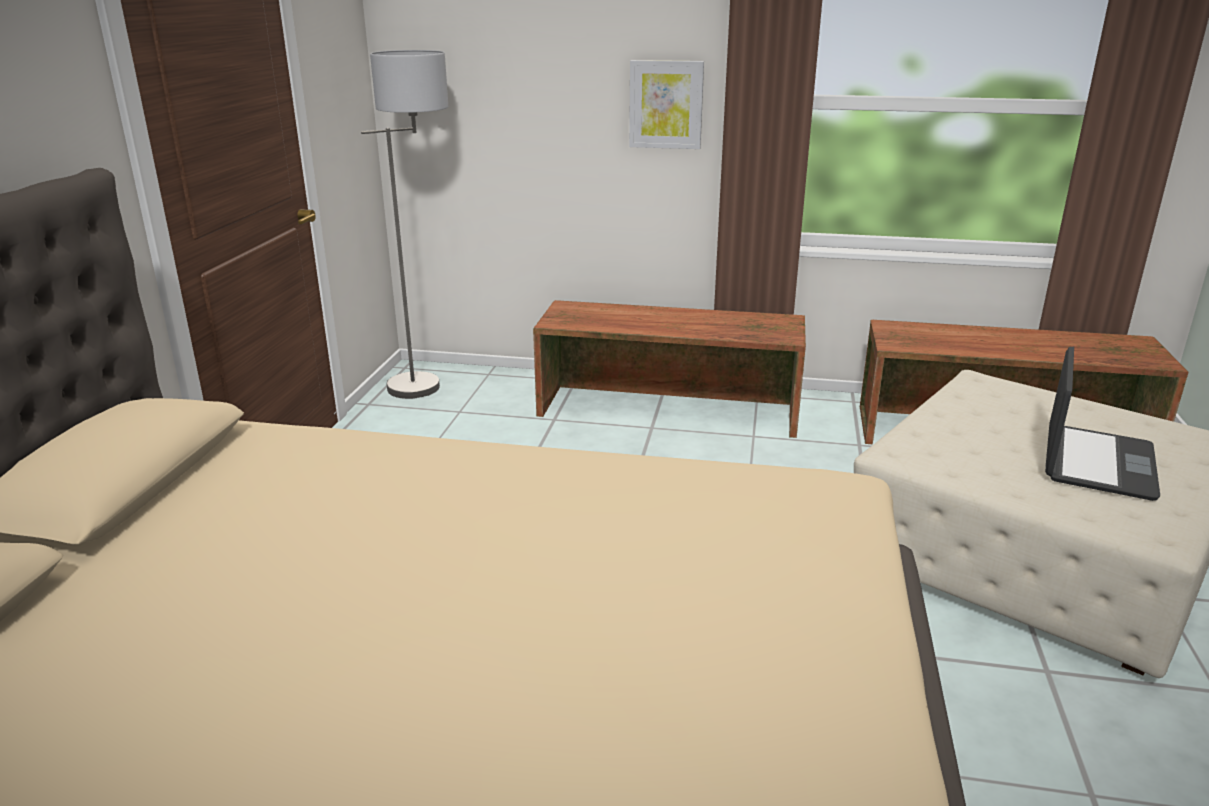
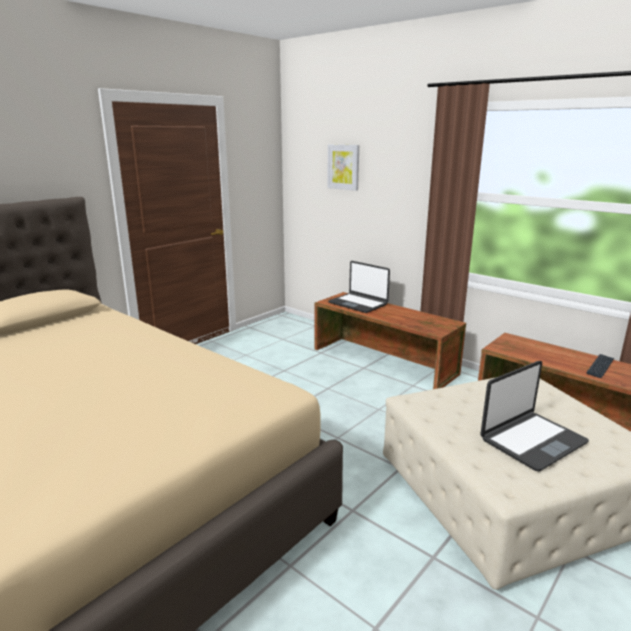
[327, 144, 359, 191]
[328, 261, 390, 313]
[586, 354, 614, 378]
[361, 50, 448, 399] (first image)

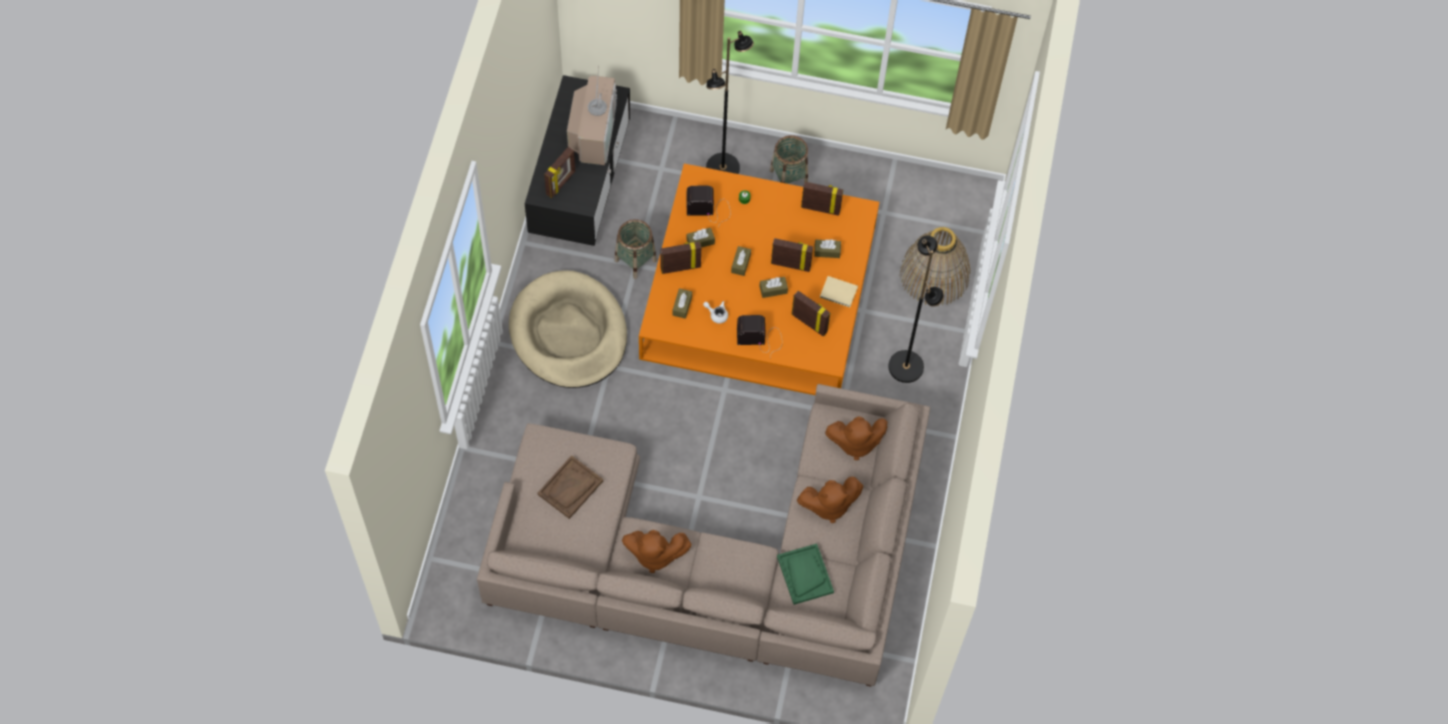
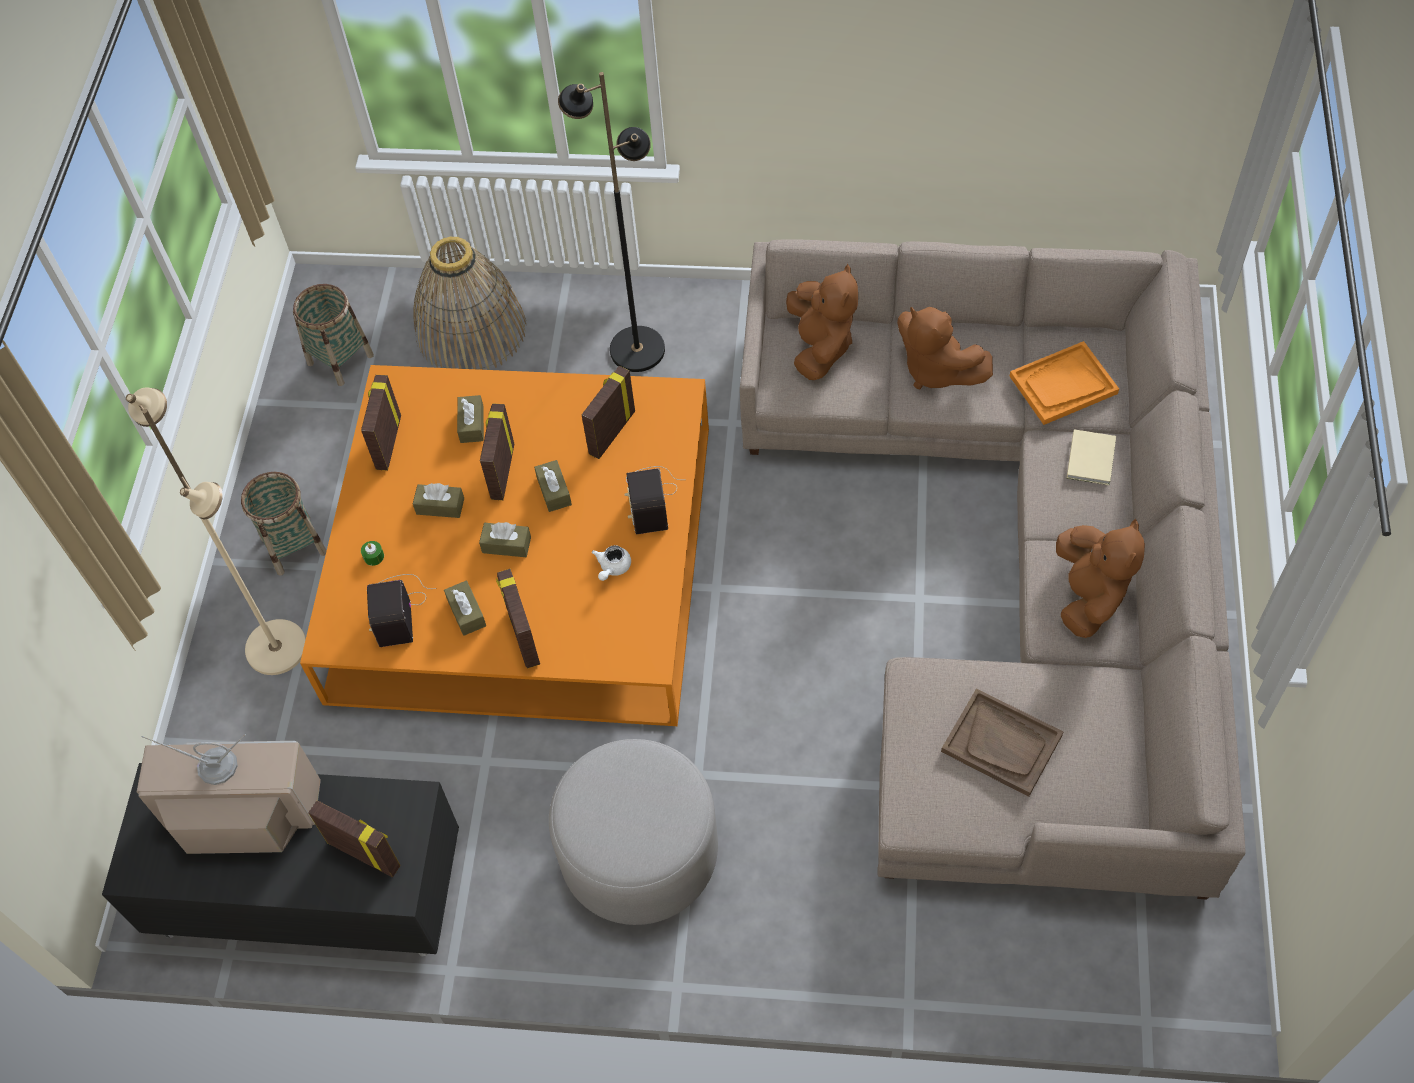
[126, 387, 306, 675]
[293, 284, 374, 386]
[413, 483, 464, 518]
[549, 739, 718, 925]
[897, 307, 993, 390]
[1009, 341, 1119, 425]
[1067, 429, 1116, 485]

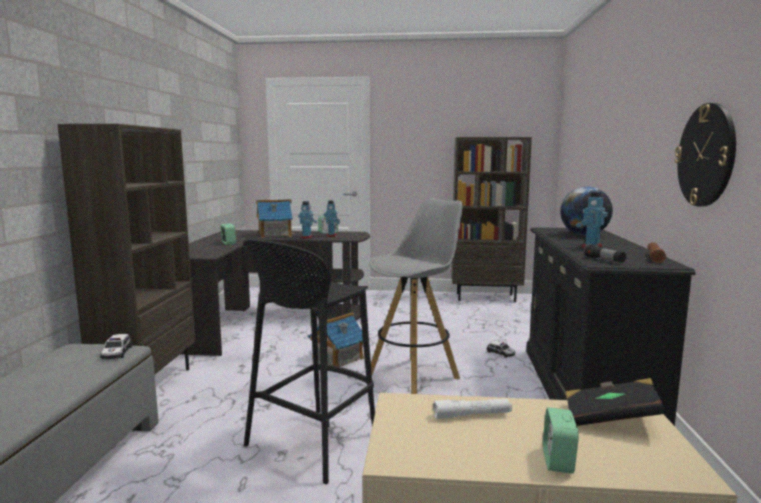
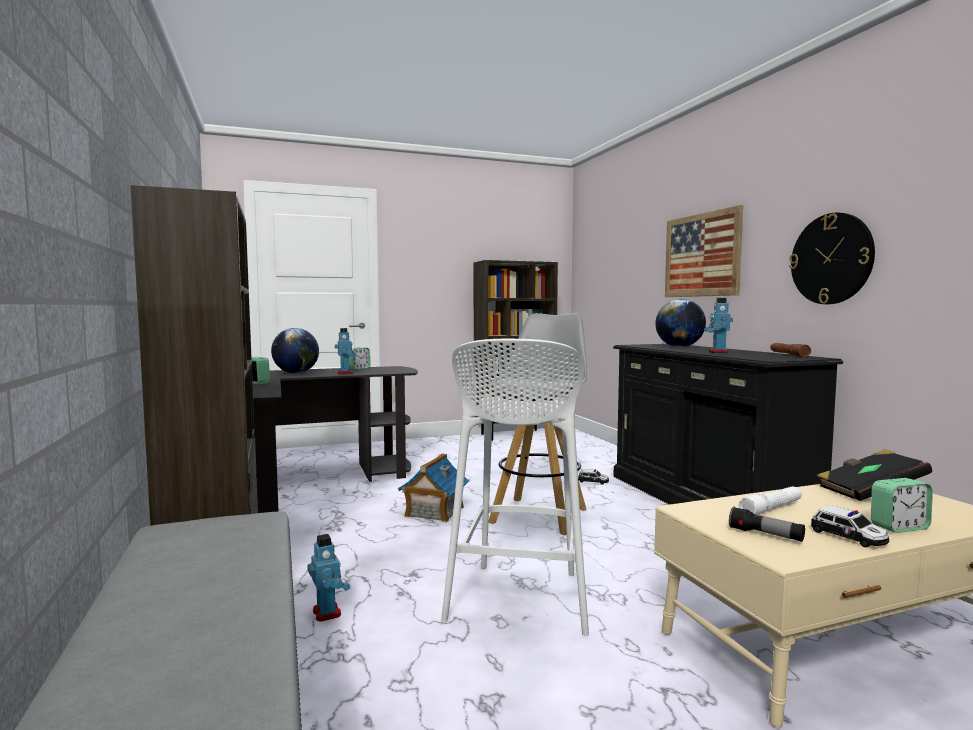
[271, 328, 319, 373]
[307, 534, 350, 622]
[441, 339, 589, 636]
[665, 205, 743, 297]
[729, 507, 805, 542]
[811, 505, 889, 547]
[871, 478, 933, 533]

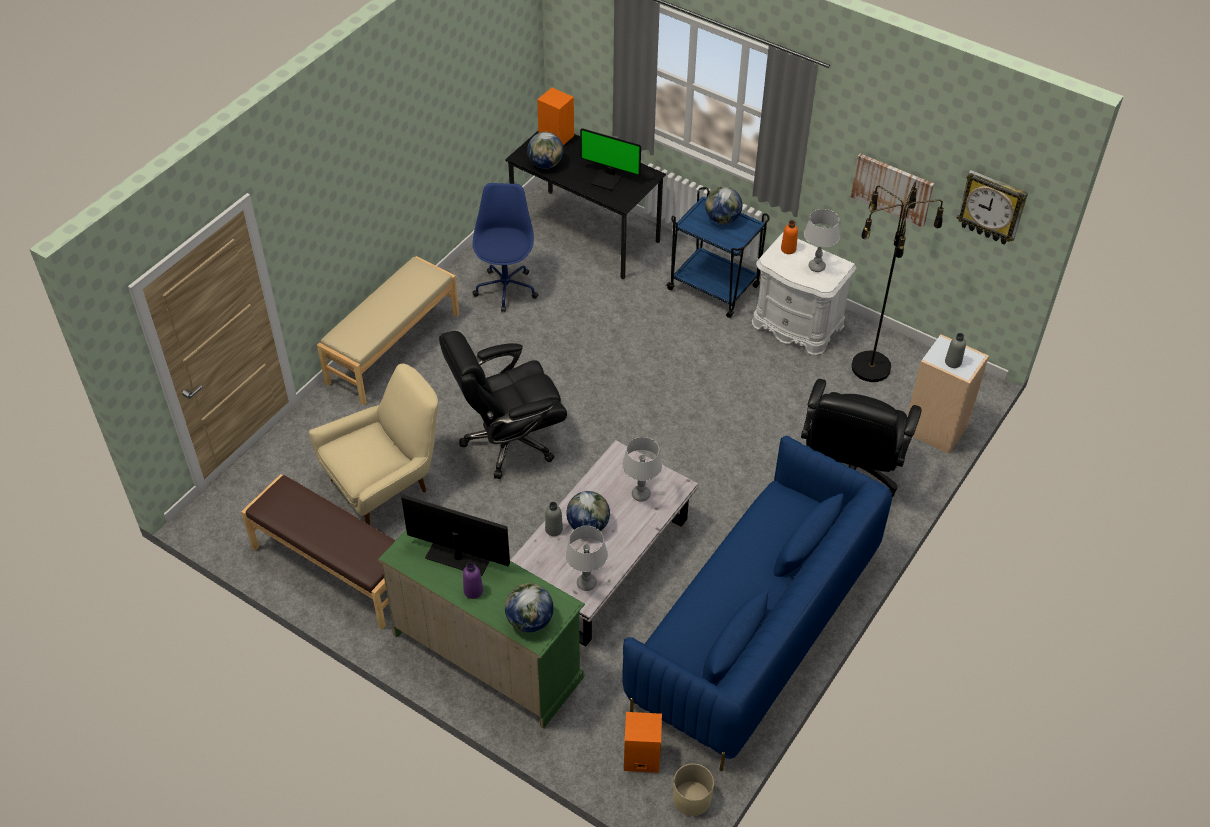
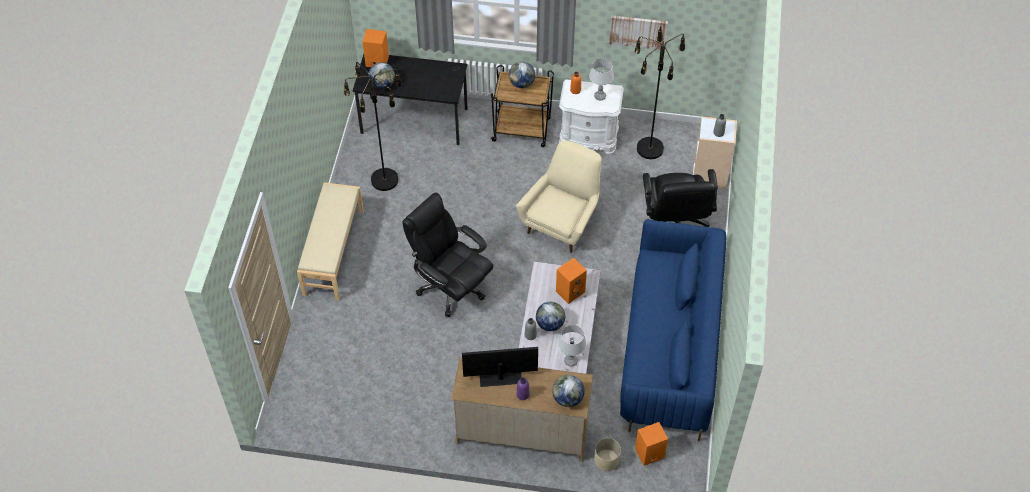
[344, 62, 402, 191]
[402, 193, 493, 317]
[451, 357, 593, 462]
[490, 65, 554, 147]
[516, 141, 602, 253]
[556, 258, 587, 304]
[594, 438, 621, 471]
[241, 474, 396, 629] (first image)
[580, 128, 641, 191] (first image)
[956, 170, 1028, 245] (first image)

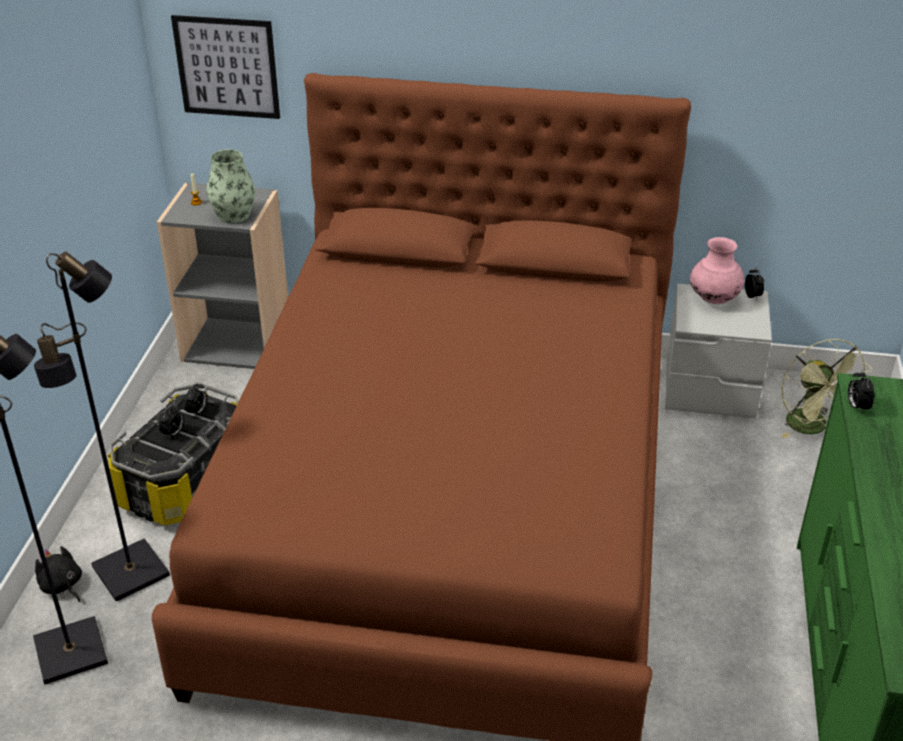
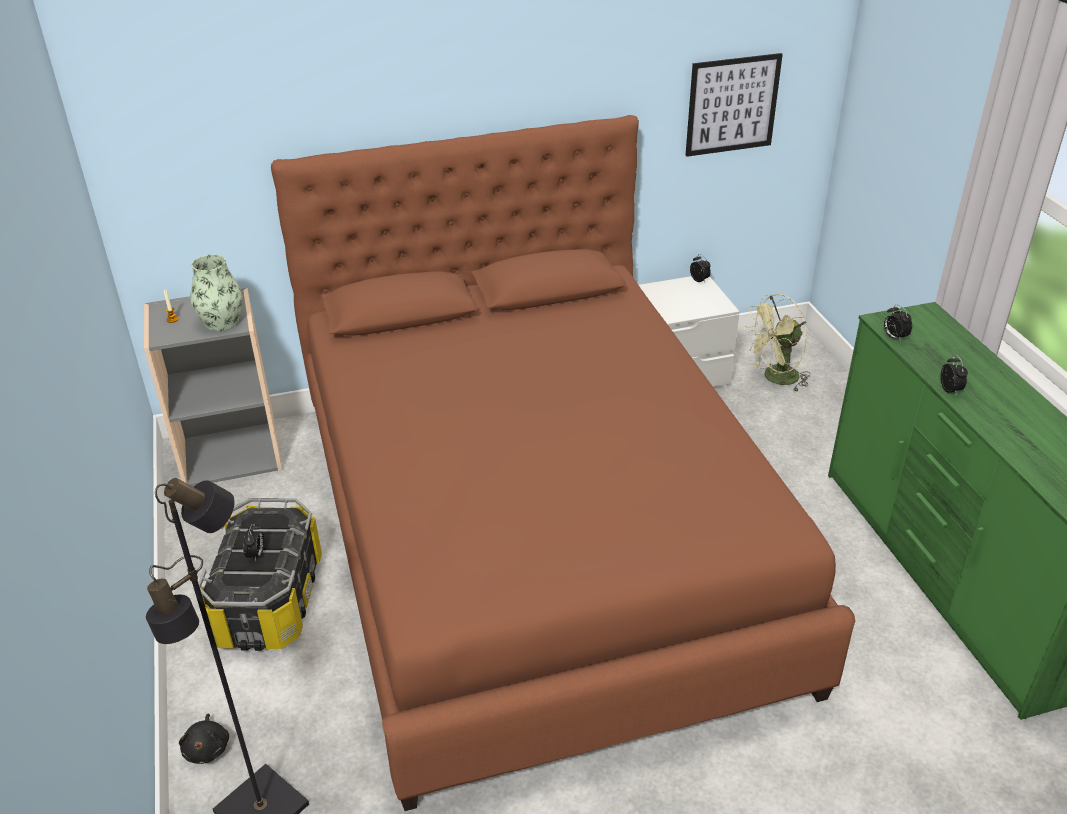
[179, 714, 229, 764]
[685, 53, 783, 157]
[744, 294, 811, 392]
[941, 355, 968, 395]
[34, 252, 170, 602] (first image)
[690, 237, 744, 304] (first image)

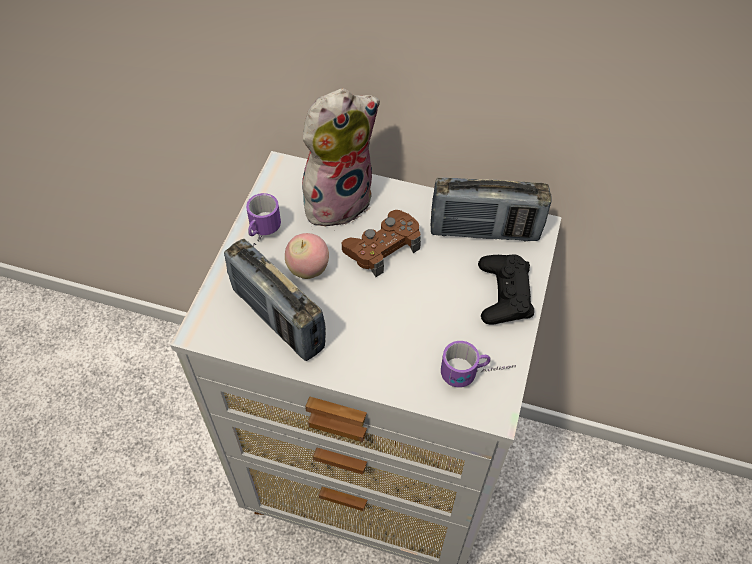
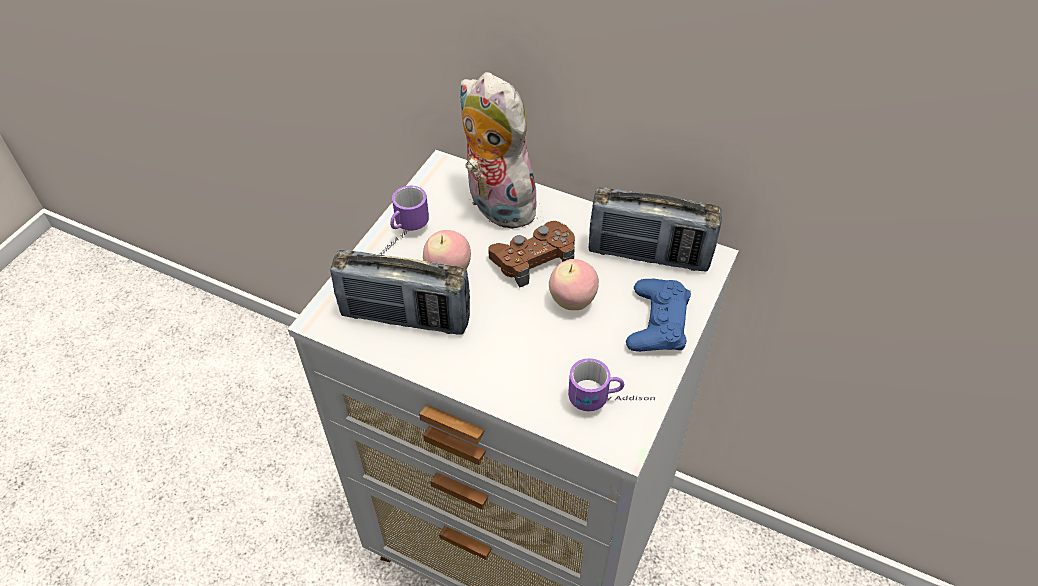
[330, 250, 470, 335]
[460, 72, 541, 229]
[549, 259, 599, 310]
[626, 279, 691, 352]

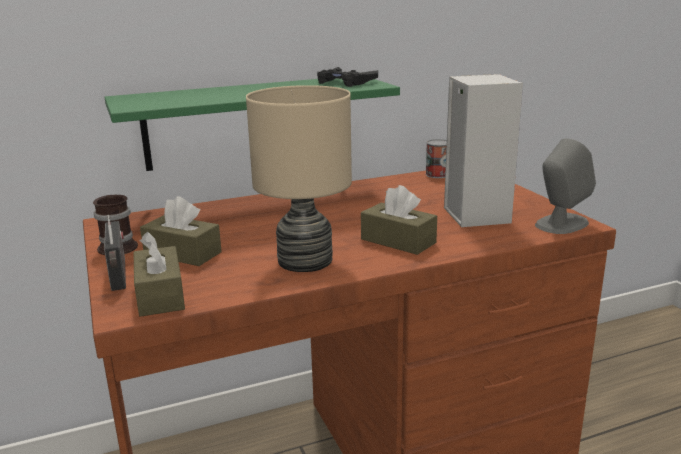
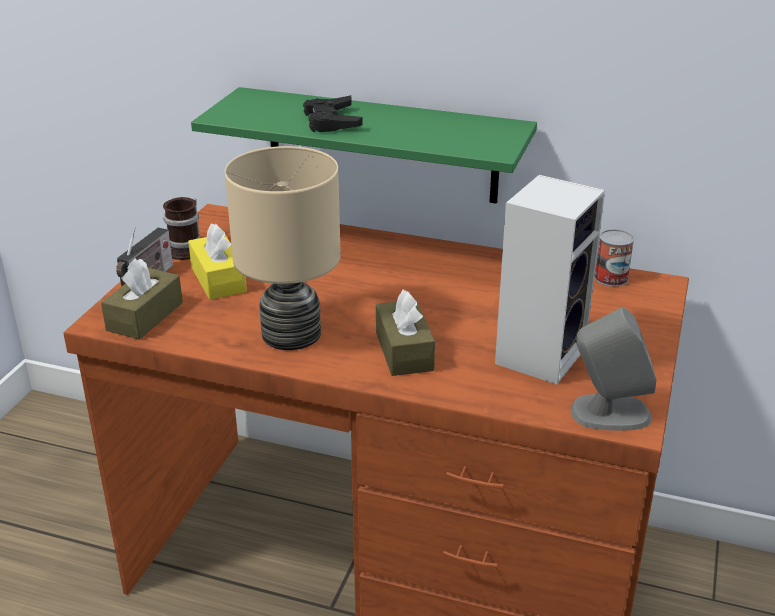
[188, 223, 247, 300]
[303, 95, 362, 132]

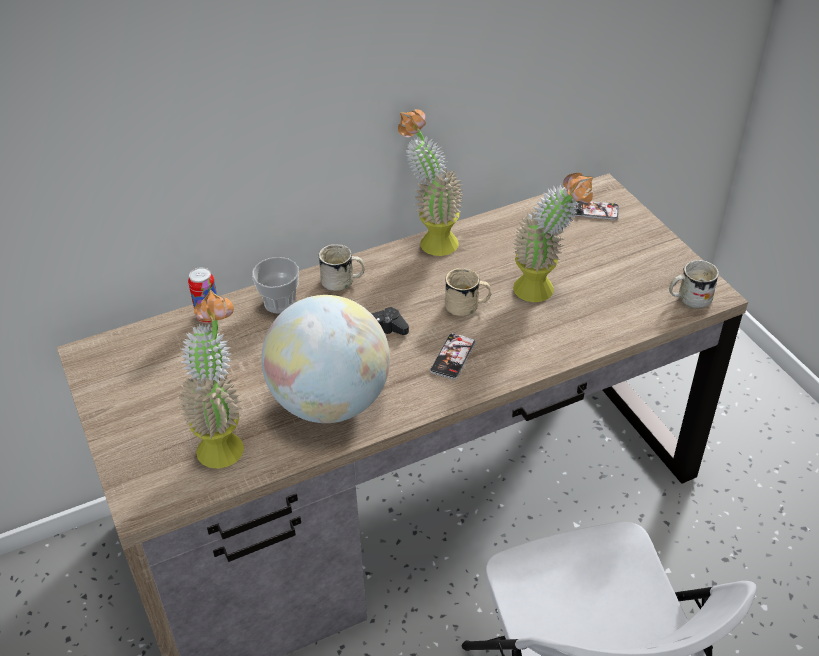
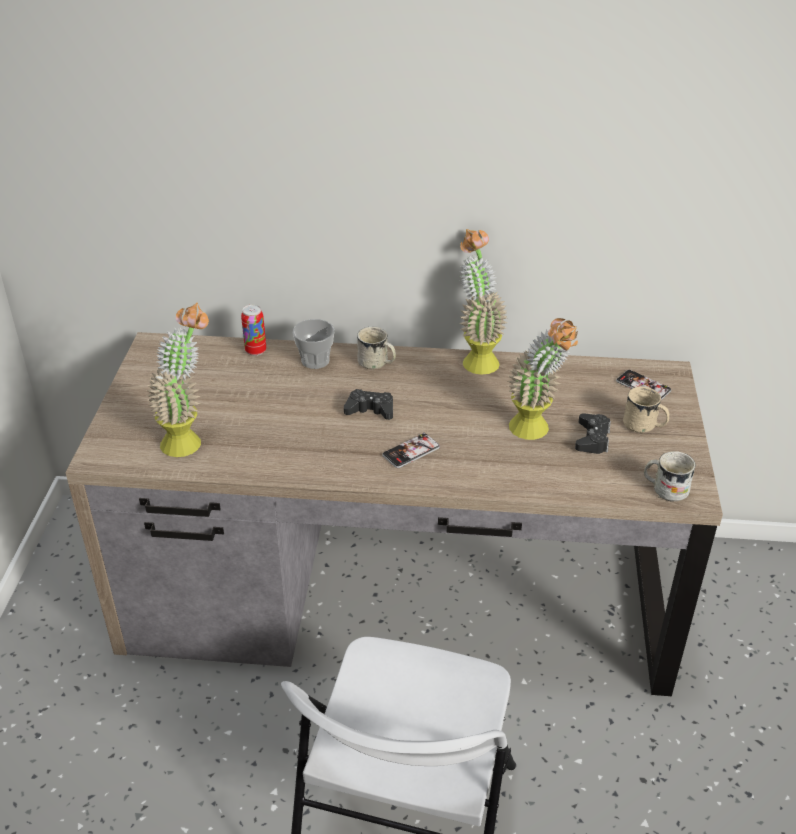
[575, 413, 611, 454]
[623, 386, 669, 433]
[262, 295, 390, 423] (first image)

